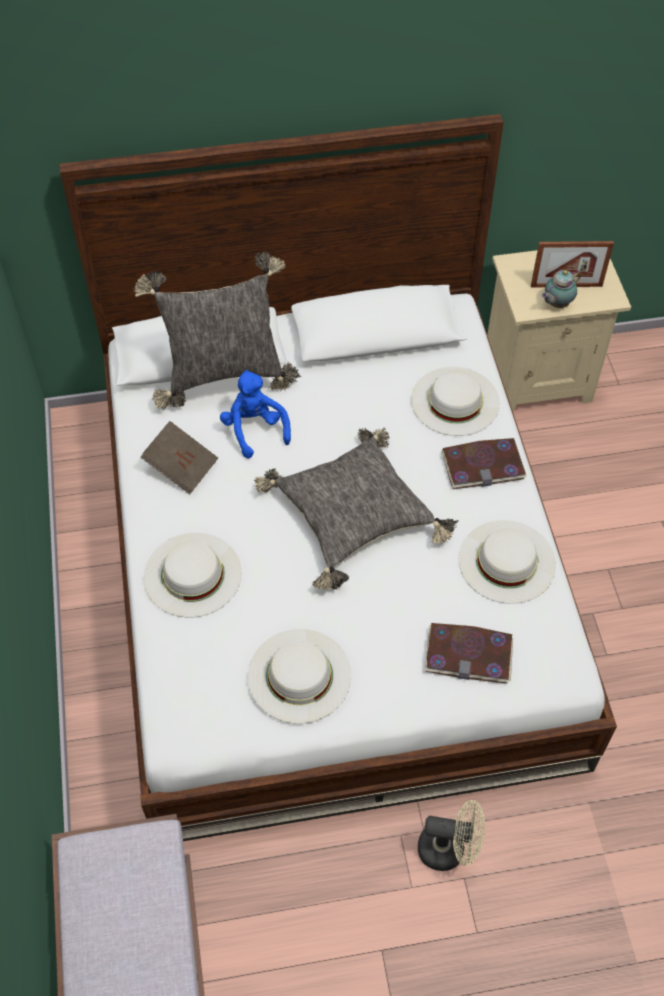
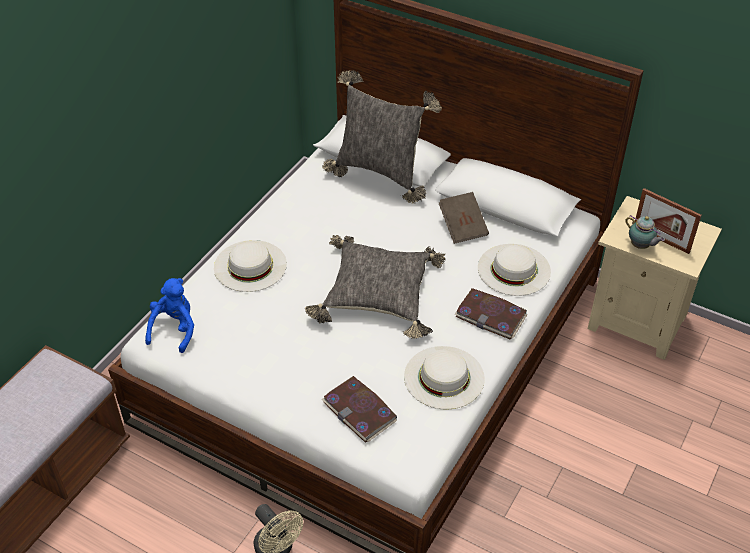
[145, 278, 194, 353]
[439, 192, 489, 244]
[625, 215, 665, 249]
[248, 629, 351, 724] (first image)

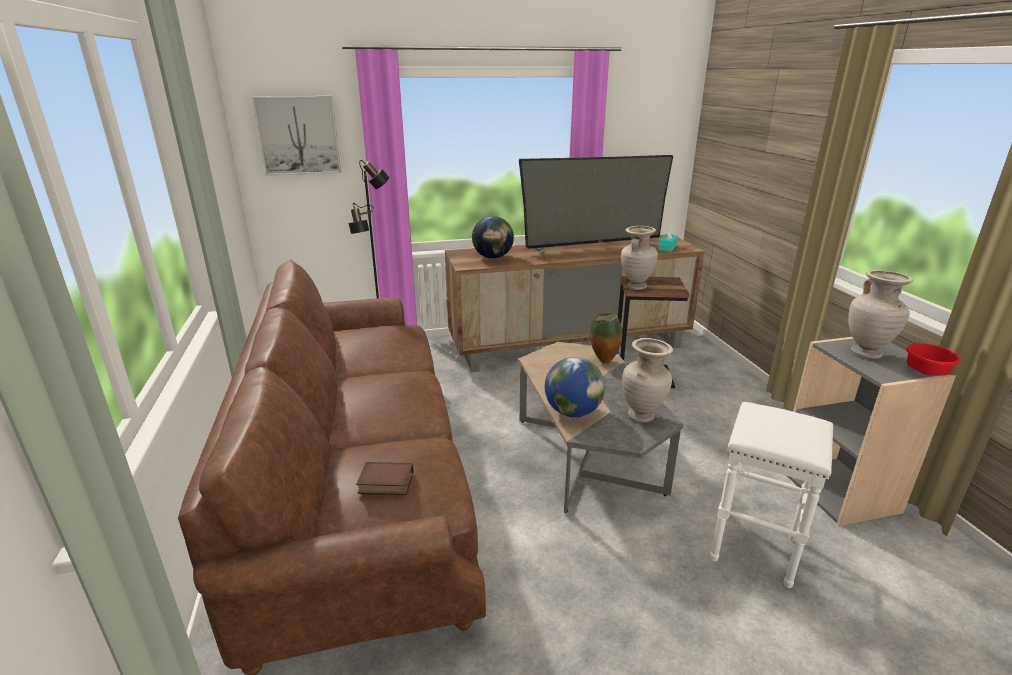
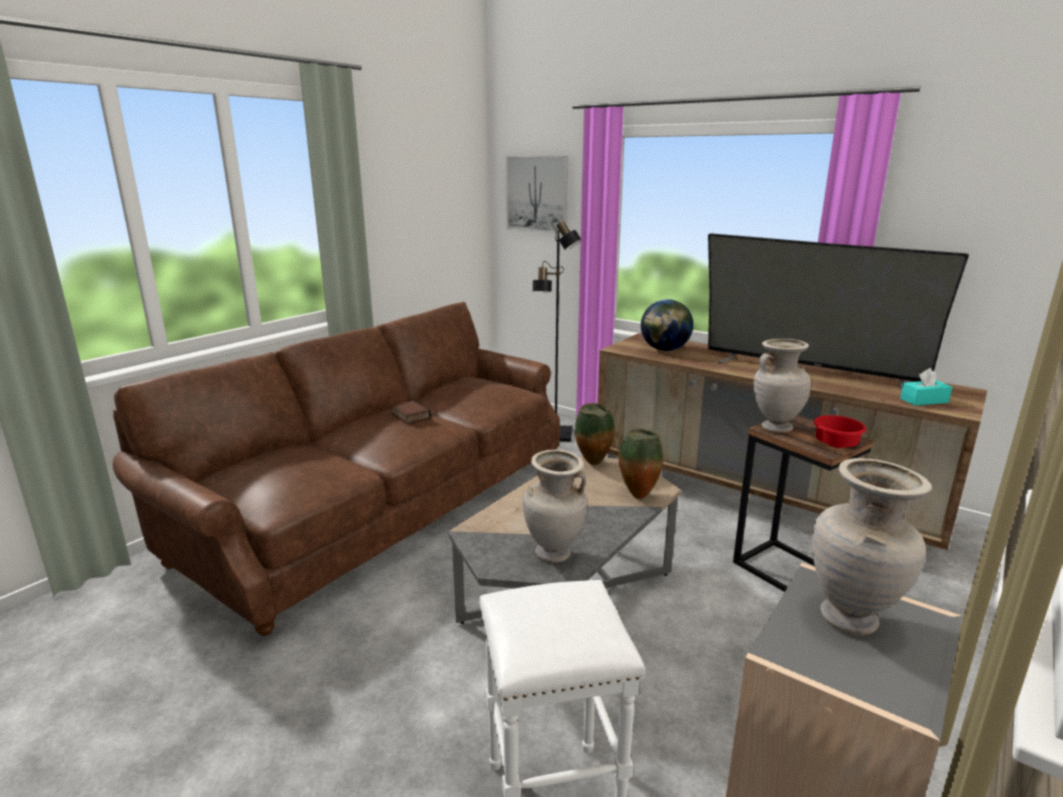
[391, 400, 431, 424]
[575, 403, 615, 465]
[814, 415, 866, 448]
[545, 357, 605, 417] (first image)

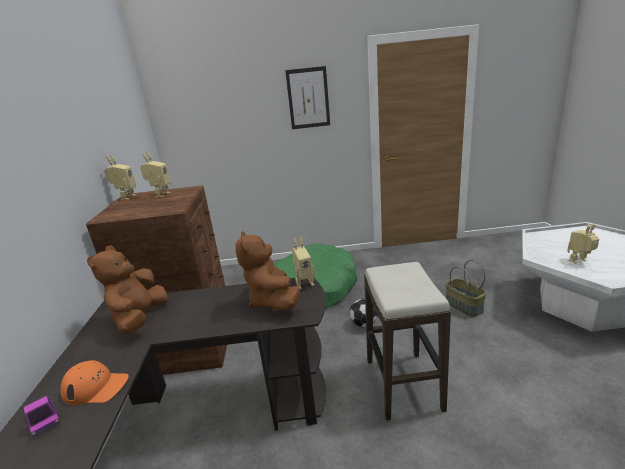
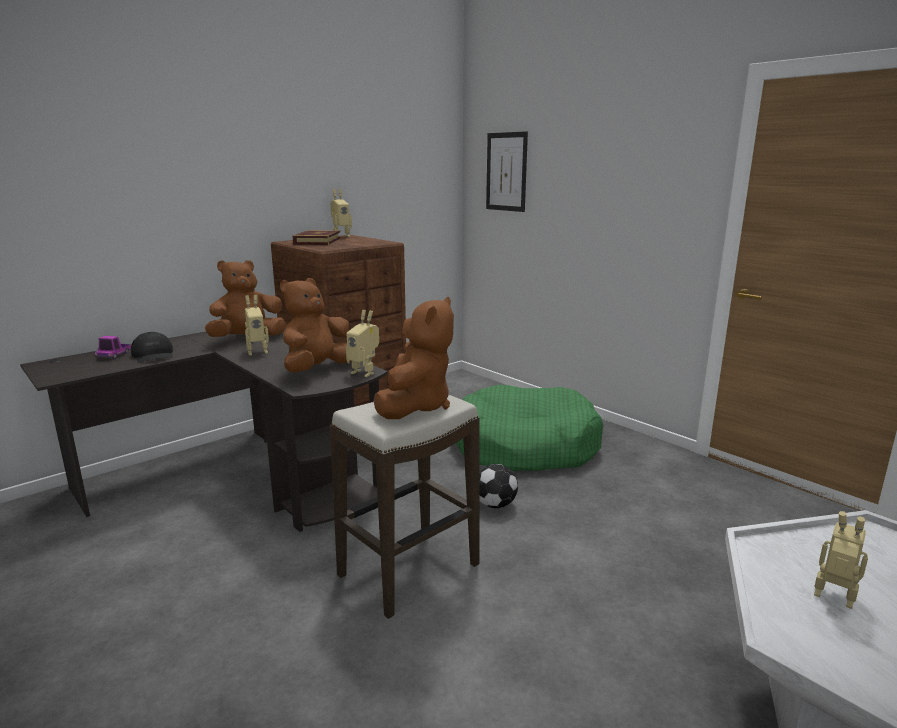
[131, 332, 173, 363]
[245, 295, 269, 356]
[292, 230, 341, 245]
[374, 297, 454, 419]
[486, 131, 528, 212]
[445, 260, 487, 317] (first image)

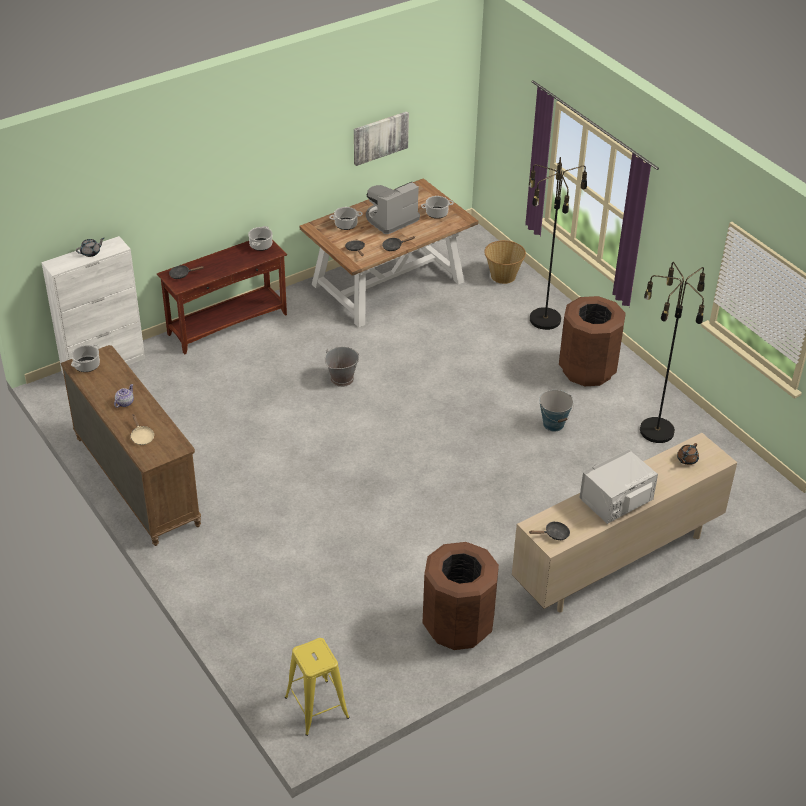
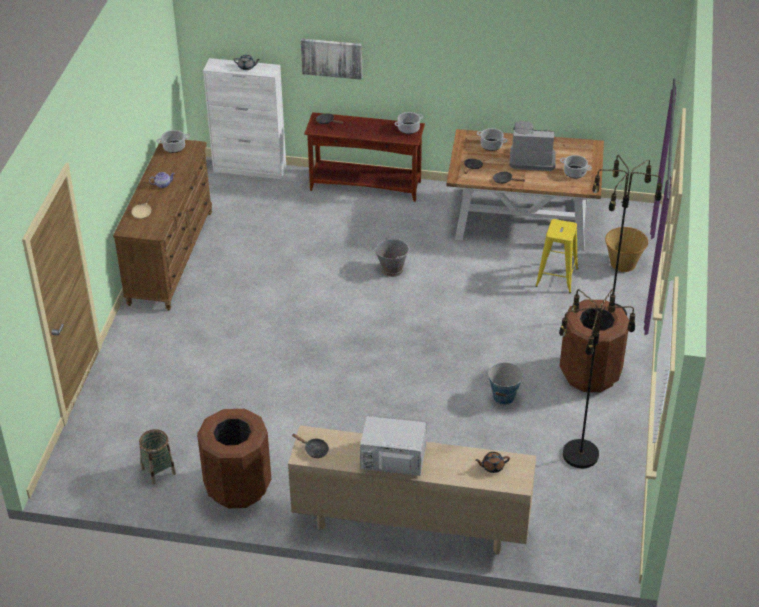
[139, 429, 176, 485]
[301, 39, 362, 80]
[535, 219, 579, 293]

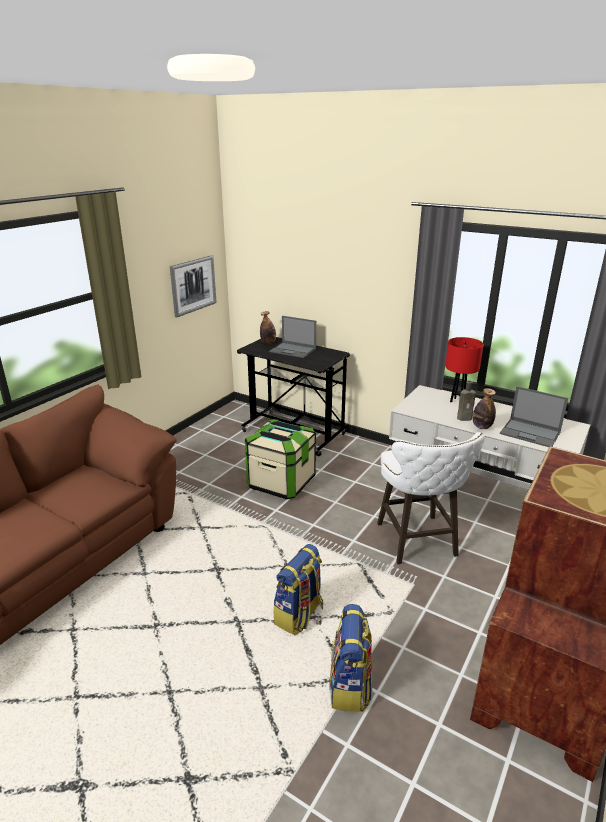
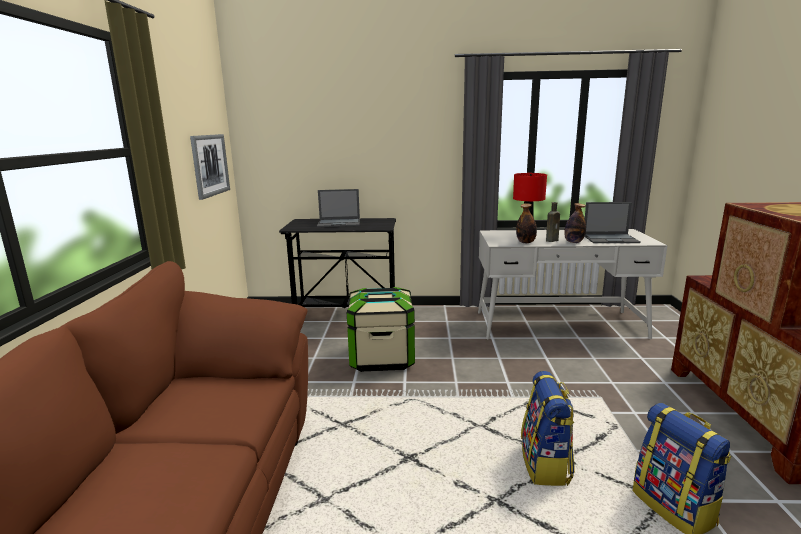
[516, 203, 537, 243]
[377, 432, 485, 564] (first image)

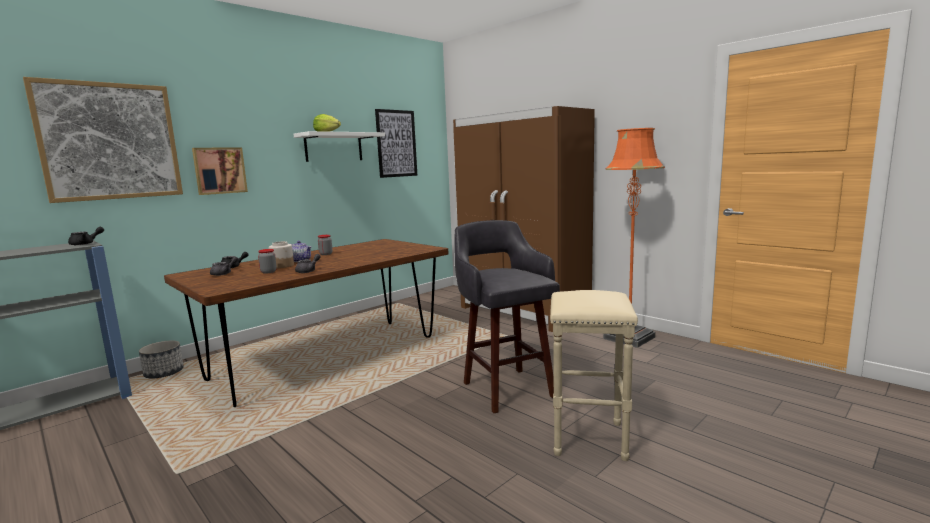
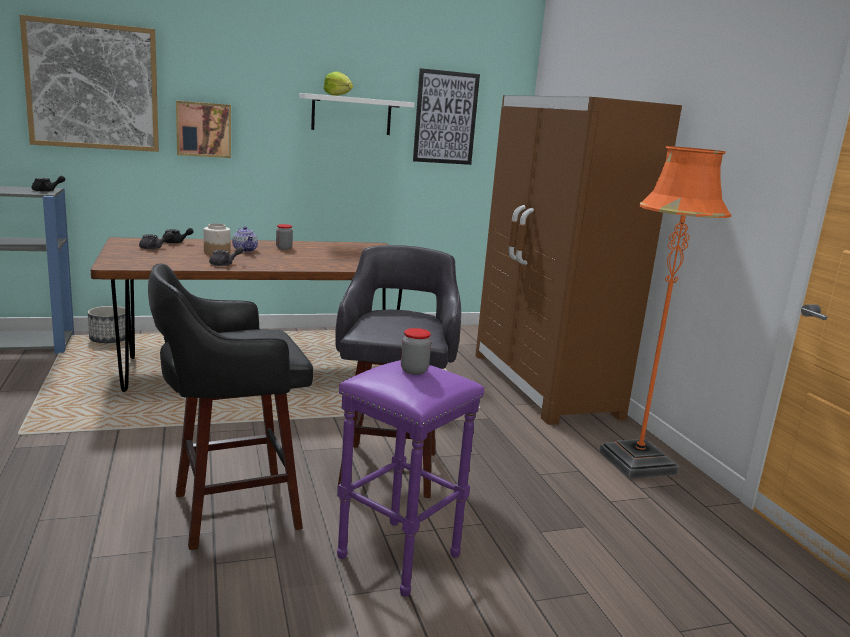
[148, 264, 313, 550]
[337, 360, 484, 597]
[401, 328, 431, 375]

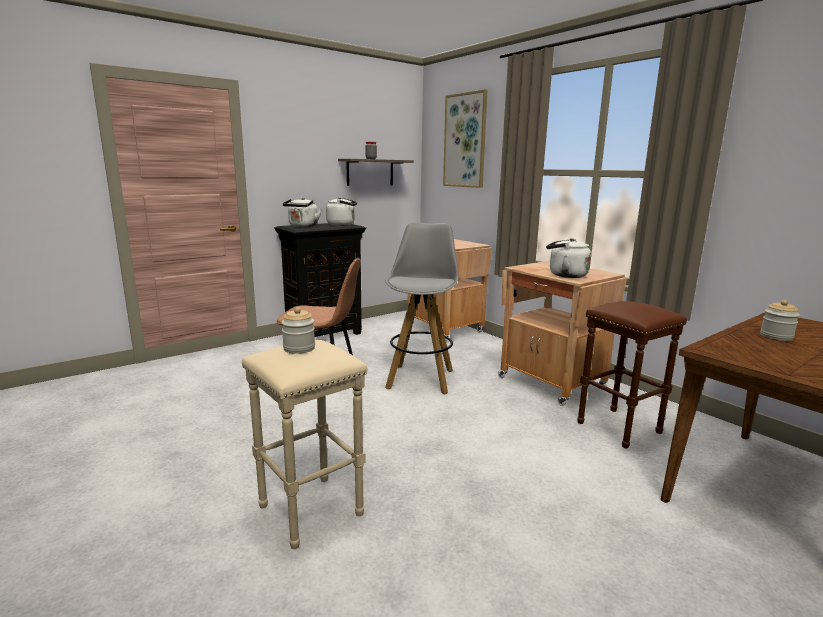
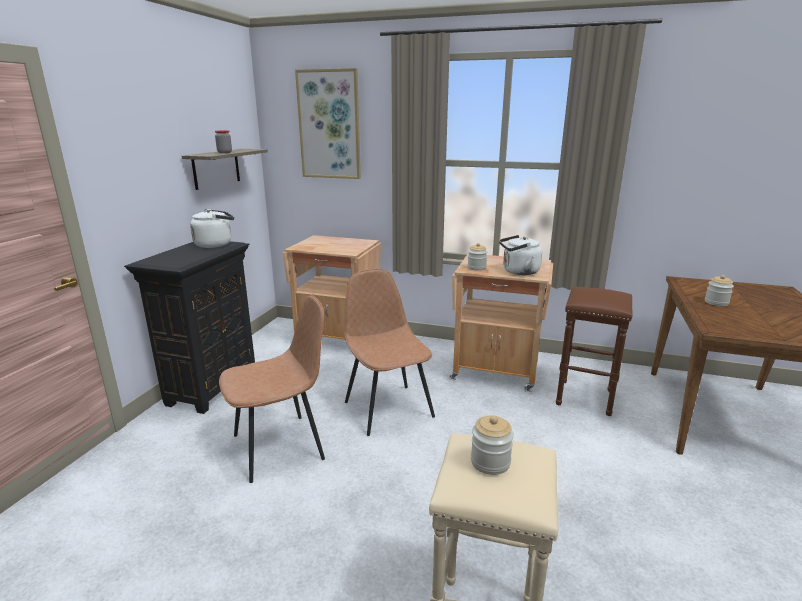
[344, 269, 435, 436]
[467, 243, 487, 271]
[283, 197, 322, 227] (first image)

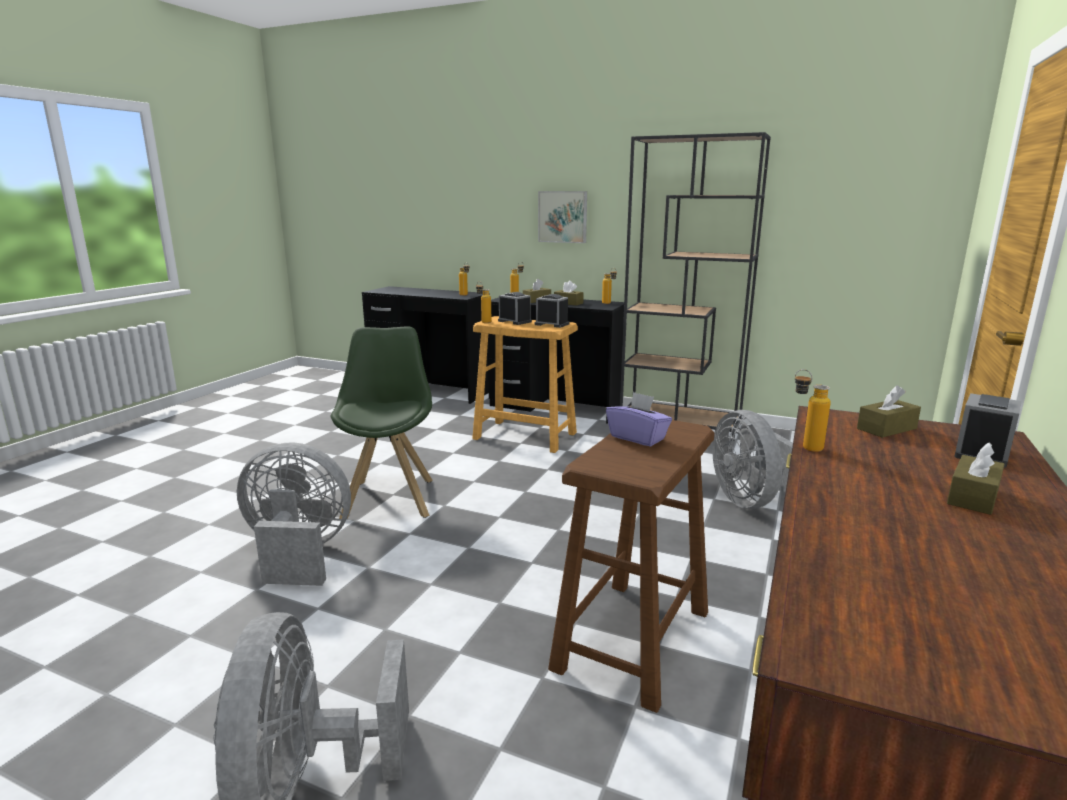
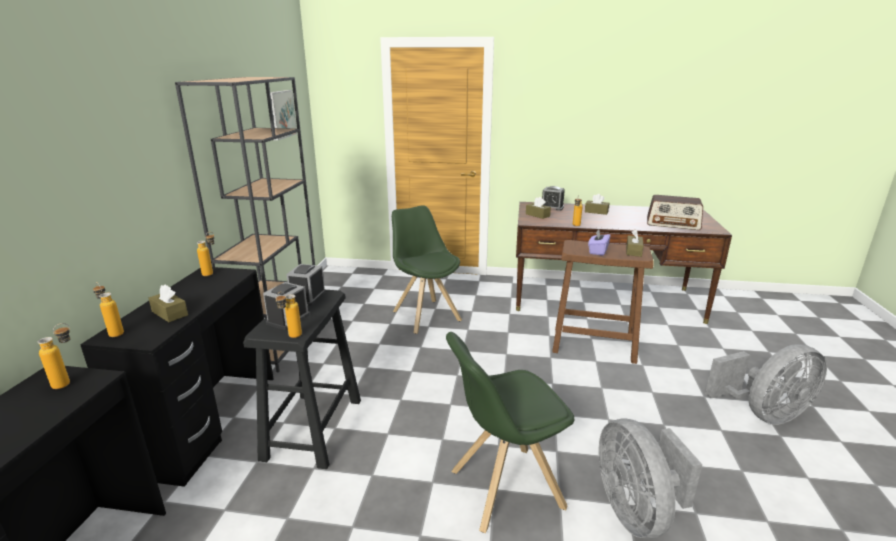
[243, 290, 361, 469]
[270, 90, 297, 140]
[392, 205, 462, 334]
[626, 229, 644, 257]
[647, 195, 703, 230]

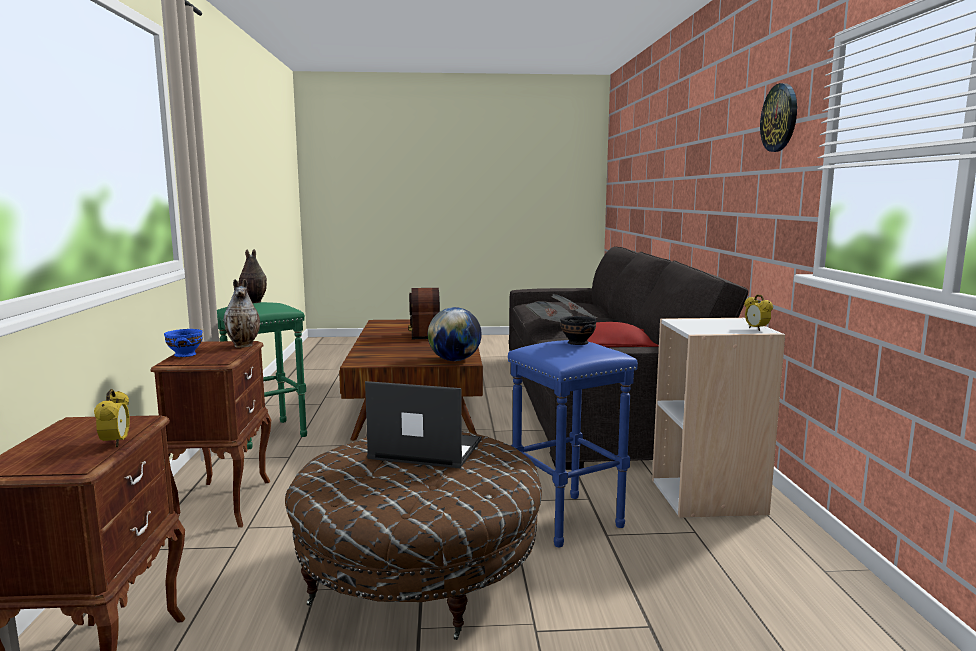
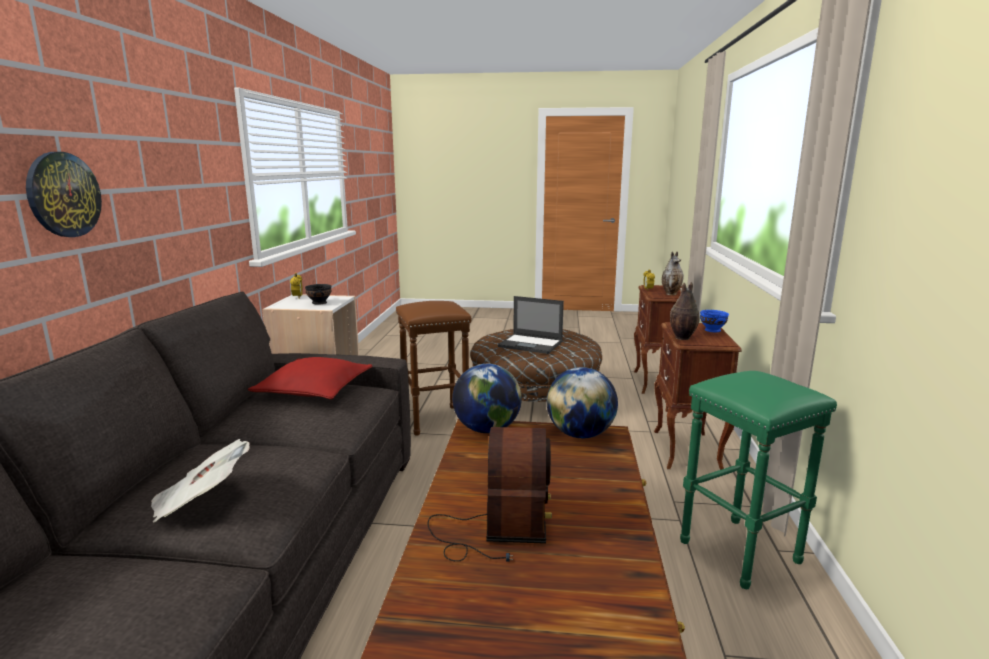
[26, 152, 102, 237]
[305, 284, 331, 305]
[396, 301, 472, 436]
[547, 367, 618, 438]
[662, 251, 684, 295]
[525, 301, 573, 322] (first image)

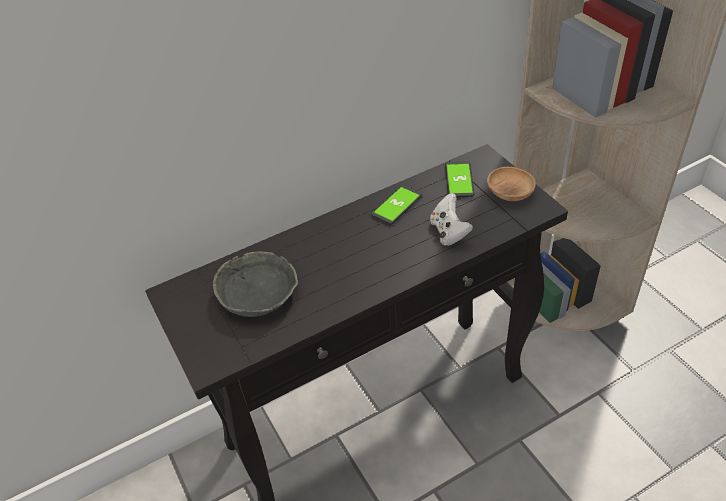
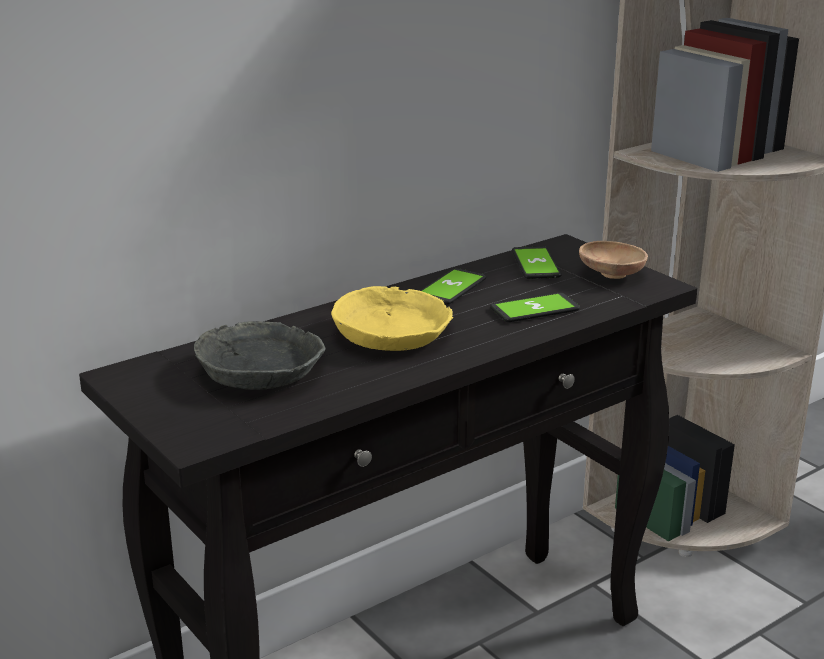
[331, 286, 454, 351]
[490, 293, 580, 322]

